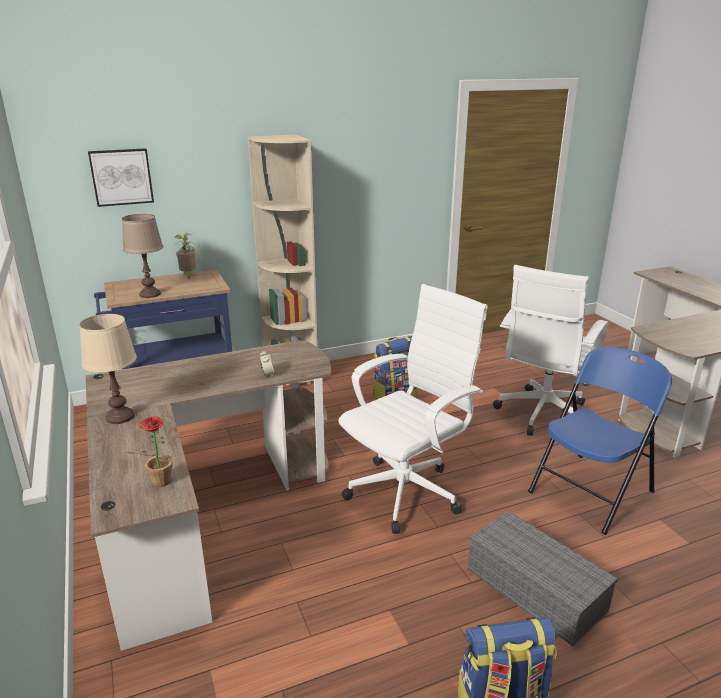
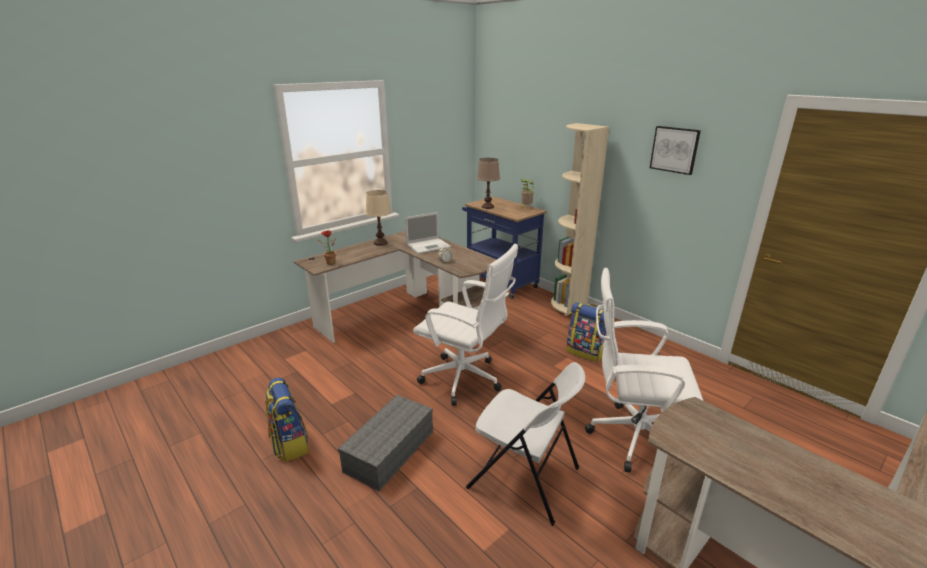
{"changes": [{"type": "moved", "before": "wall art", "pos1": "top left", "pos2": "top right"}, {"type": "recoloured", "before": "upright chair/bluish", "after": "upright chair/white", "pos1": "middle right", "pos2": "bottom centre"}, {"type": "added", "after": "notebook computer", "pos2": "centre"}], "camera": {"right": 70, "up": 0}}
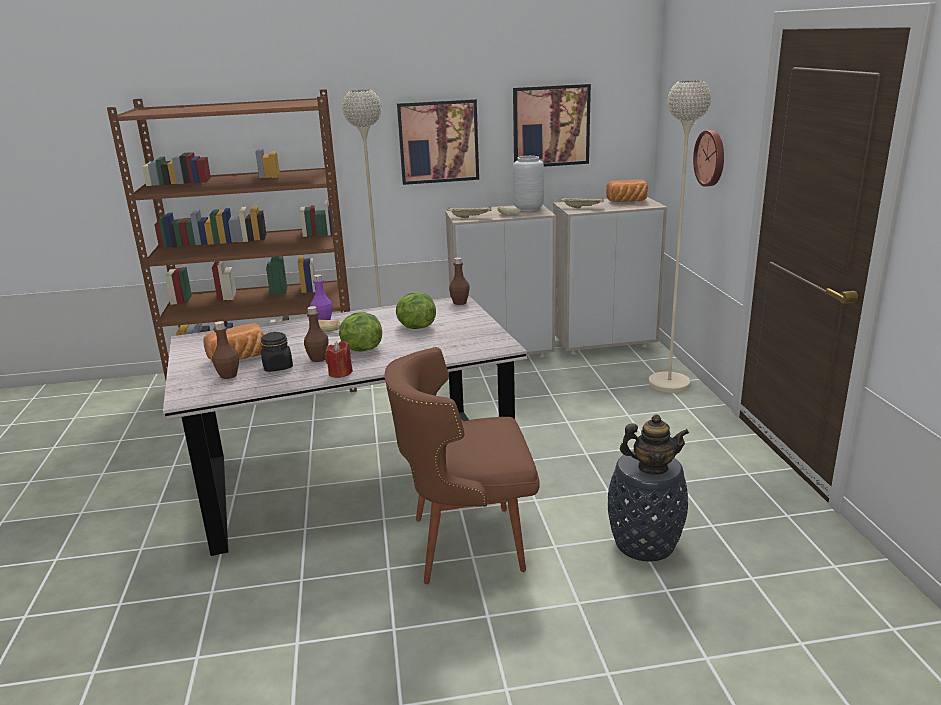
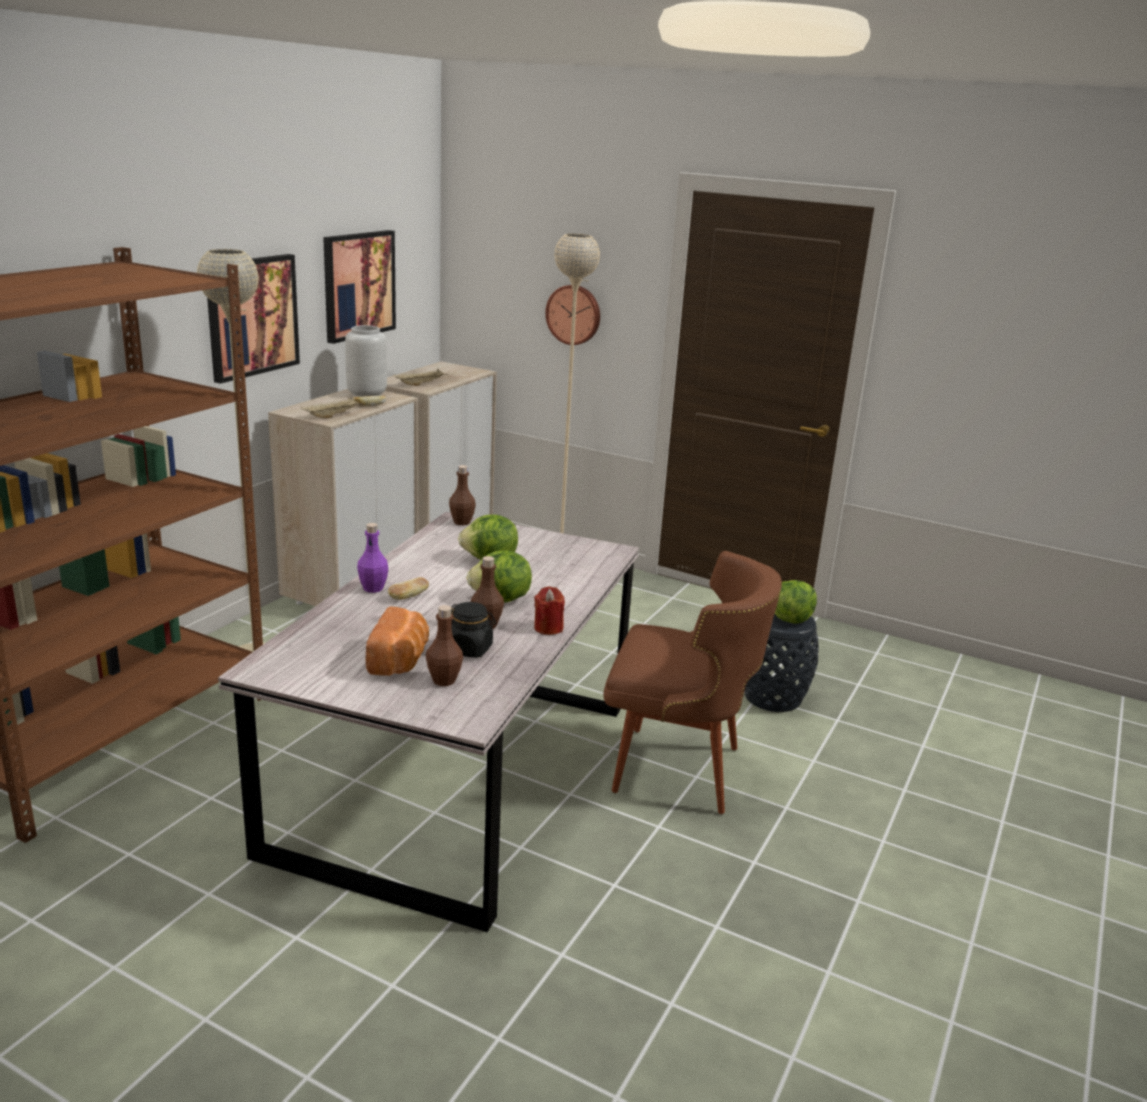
{"changes": [{"type": "removed", "before": "baked bread (4th from left)", "pos1": "top centre"}, {"type": "turned", "before": "upright chair/brown", "pos1": "centre", "pos2": "centre", "turn": -105}, {"type": "replaced", "before": "teapot", "after": "head of lettuce (3rd from left)", "pos1": "middle right", "pos2": "middle right"}], "camera": {"right": -55, "up": 0}}
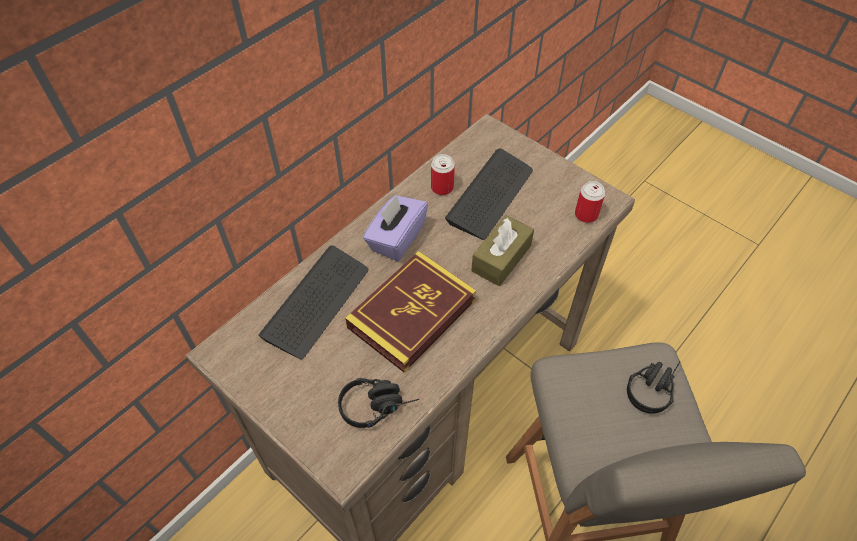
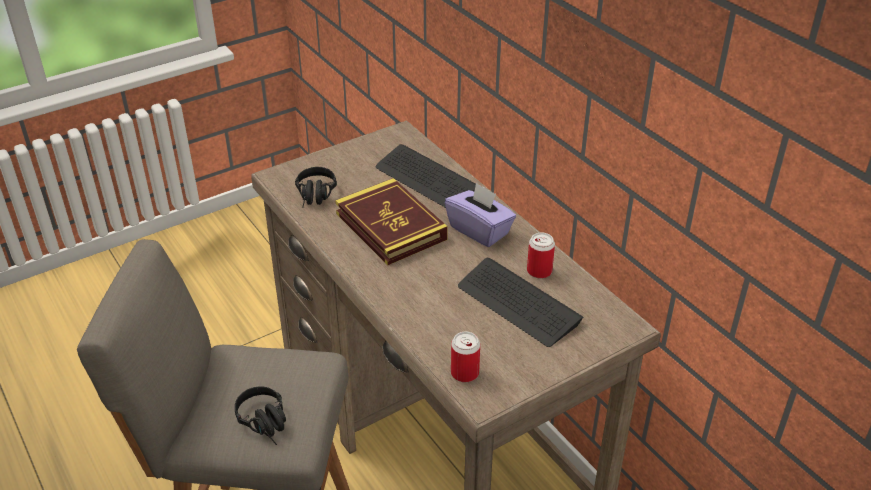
{"changes": [{"type": "removed", "before": "tissue holder/brown", "pos1": "centre"}], "camera": {"right": 105, "up": -15}}
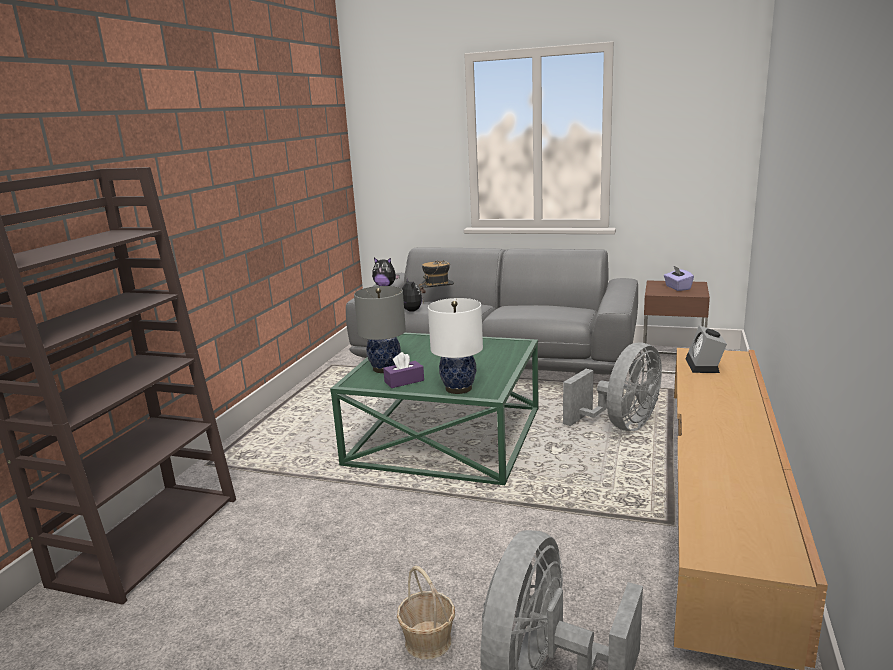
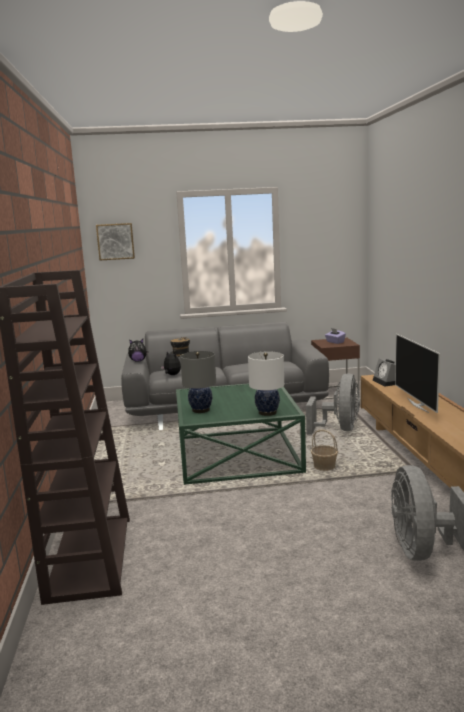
{"changes": [{"type": "removed", "before": "tissue holder/purplish (1st from left)", "pos1": "centre"}, {"type": "moved", "before": "storage basket", "pos1": "bottom centre", "pos2": "middle right"}, {"type": "added", "after": "wall art", "pos2": "middle left"}, {"type": "added", "after": "TV", "pos2": "middle right"}], "camera": {"right": -25, "up": -5}}
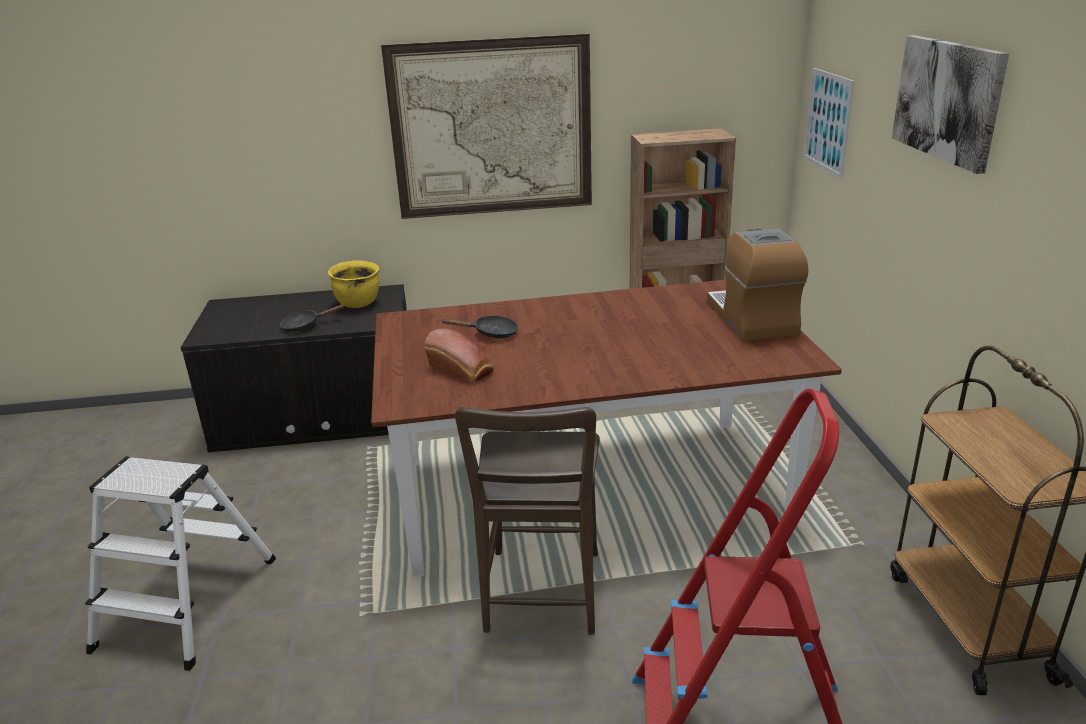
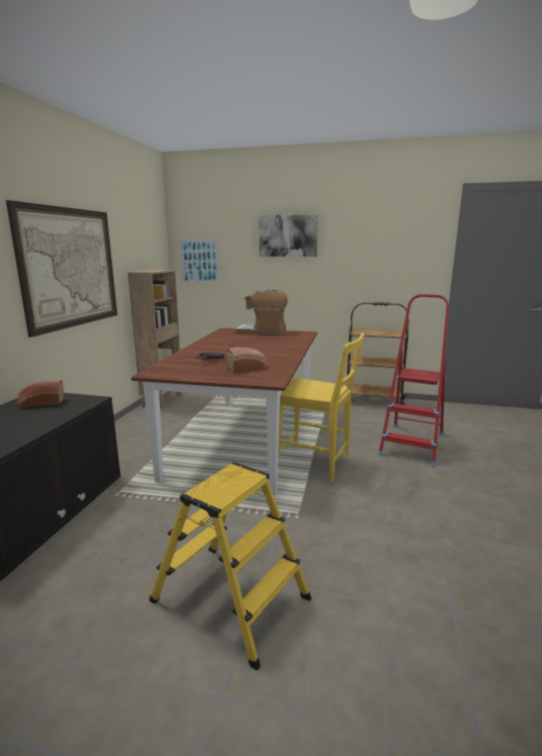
{"changes": [{"type": "replaced", "before": "stockpot/yellow", "after": "baked bread (1st from left)", "pos1": "middle left", "pos2": "middle left"}, {"type": "removed", "before": "skillet/black-coloured (1st from left)", "pos1": "middle left"}, {"type": "recoloured", "before": "upright chair/brown", "after": "upright chair/yellow", "pos1": "bottom centre", "pos2": "centre"}, {"type": "recoloured", "before": "step ladder/white", "after": "step ladder/yellow", "pos1": "bottom left", "pos2": "bottom centre"}], "camera": {"right": -70, "up": -10}}
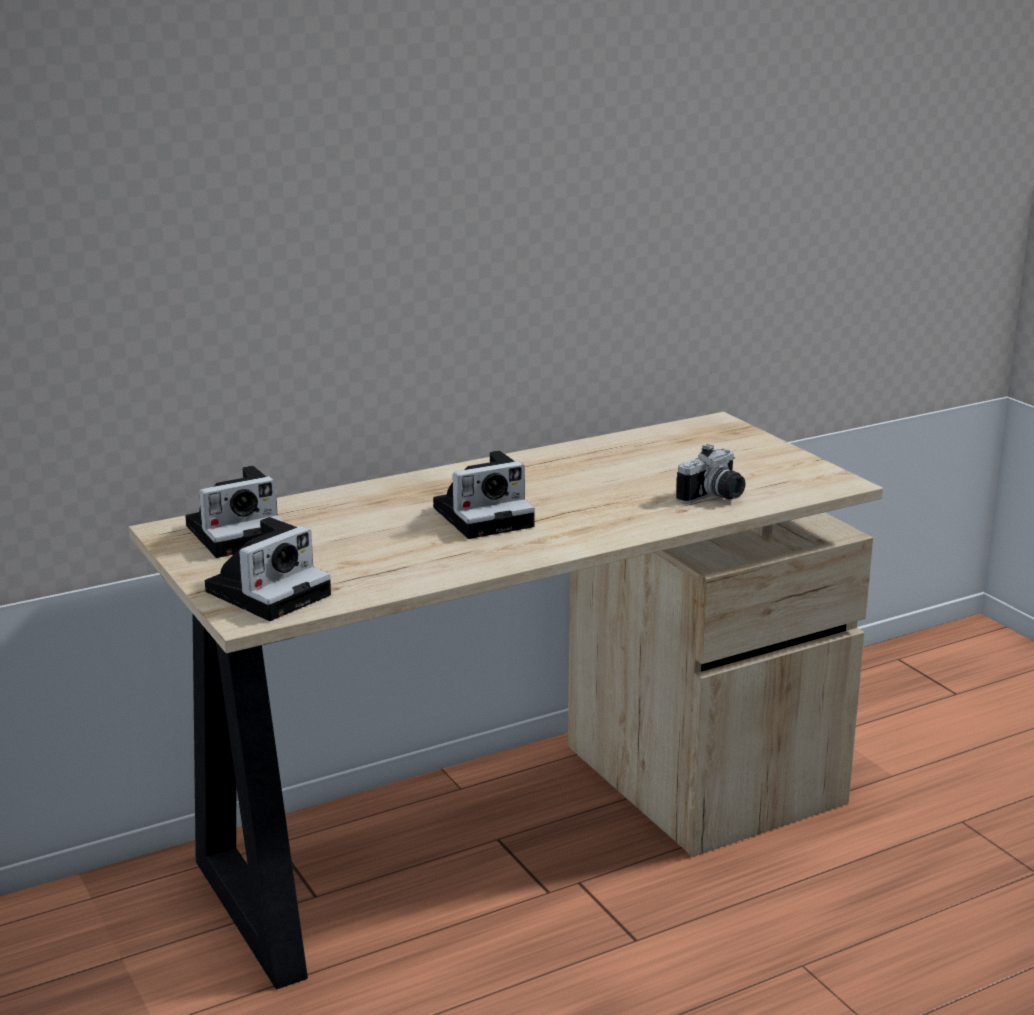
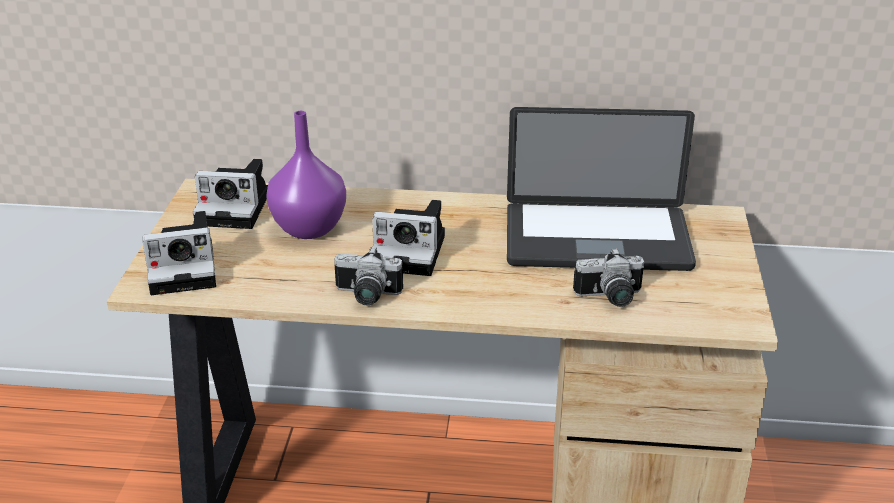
{"changes": [{"type": "added", "after": "notebook computer", "pos2": "middle right"}, {"type": "added", "after": "decorative vase/purplish", "pos2": "centre"}, {"type": "added", "after": "still camera (3rd from left)", "pos2": "centre"}], "camera": {"right": 35, "up": 10}}
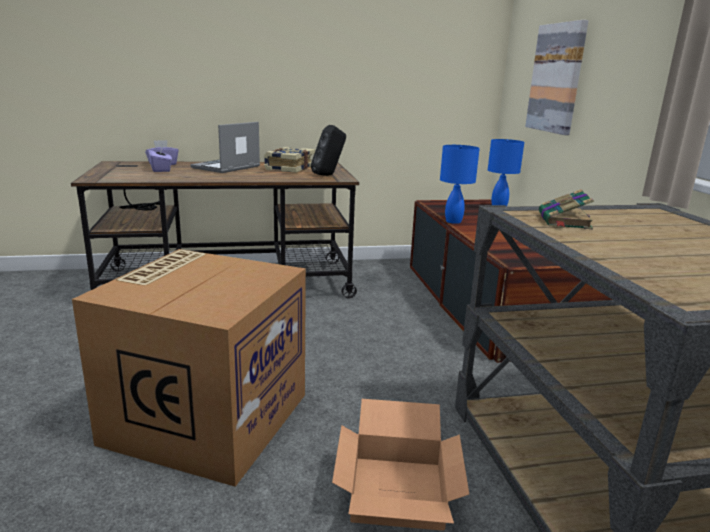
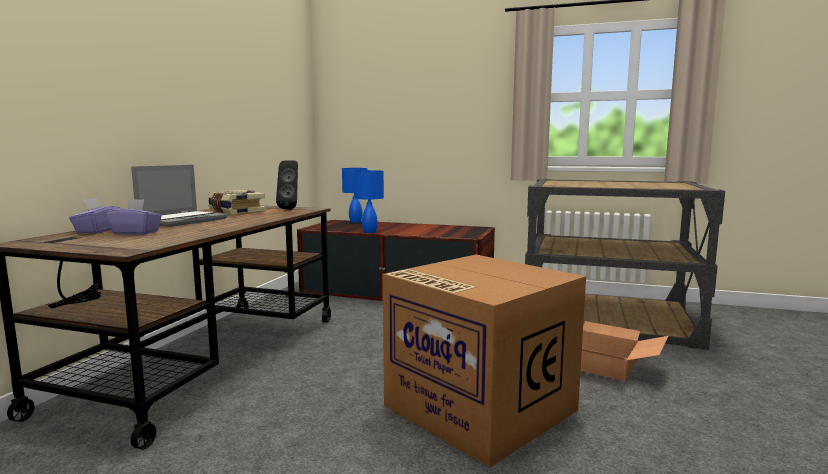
{"changes": [{"type": "removed", "before": "wall art", "pos1": "top right"}, {"type": "turned", "before": "notebook computer", "pos1": "top left", "pos2": "middle left", "turn": -120}, {"type": "removed", "before": "volume (2nd from left)", "pos1": "middle right"}], "camera": {"right": -60, "up": -10}}
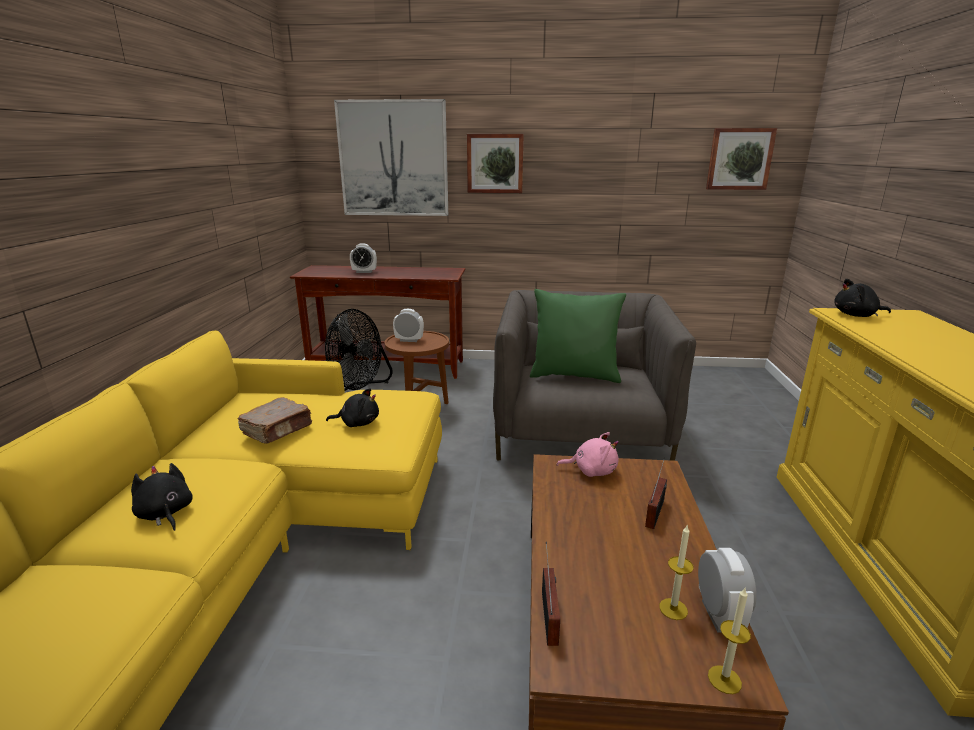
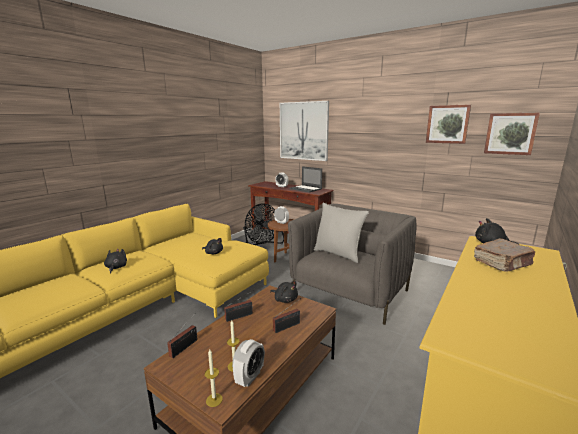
{"changes": [{"type": "moved", "before": "wall art (2nd from left)", "pos1": "top centre", "pos2": "top right"}, {"type": "recoloured", "before": "pillow/greenish", "after": "pillow/greyish", "pos1": "centre", "pos2": "centre"}, {"type": "moved", "before": "volume/brown", "pos1": "middle left", "pos2": "middle right"}, {"type": "recoloured", "before": "cuddly toy/pink-coloured", "after": "cuddly toy/black-coloured (3rd from left)", "pos1": "centre", "pos2": "bottom centre"}, {"type": "added", "after": "notebook computer", "pos2": "centre"}, {"type": "added", "after": "radio receiver (2nd from left)", "pos2": "bottom centre"}], "camera": {"right": 30, "up": -5}}
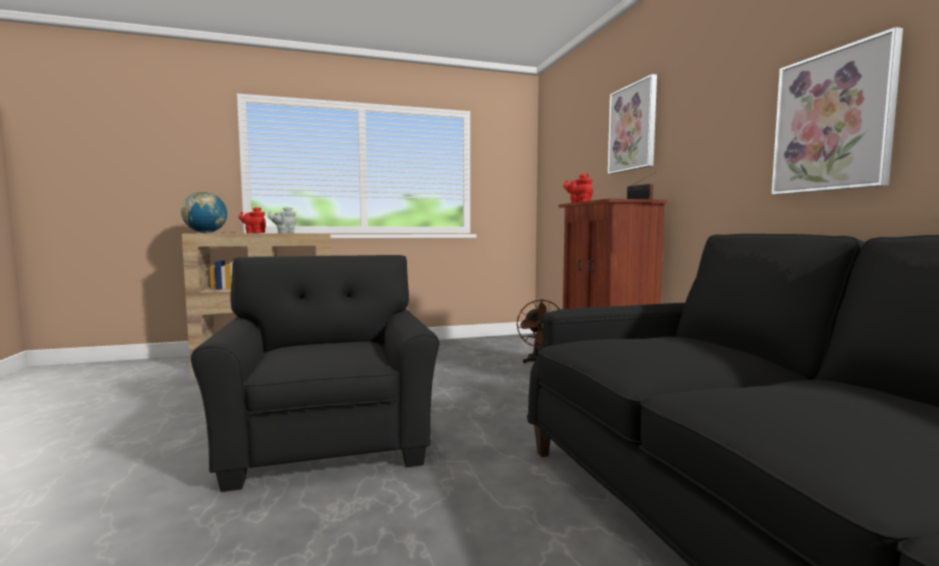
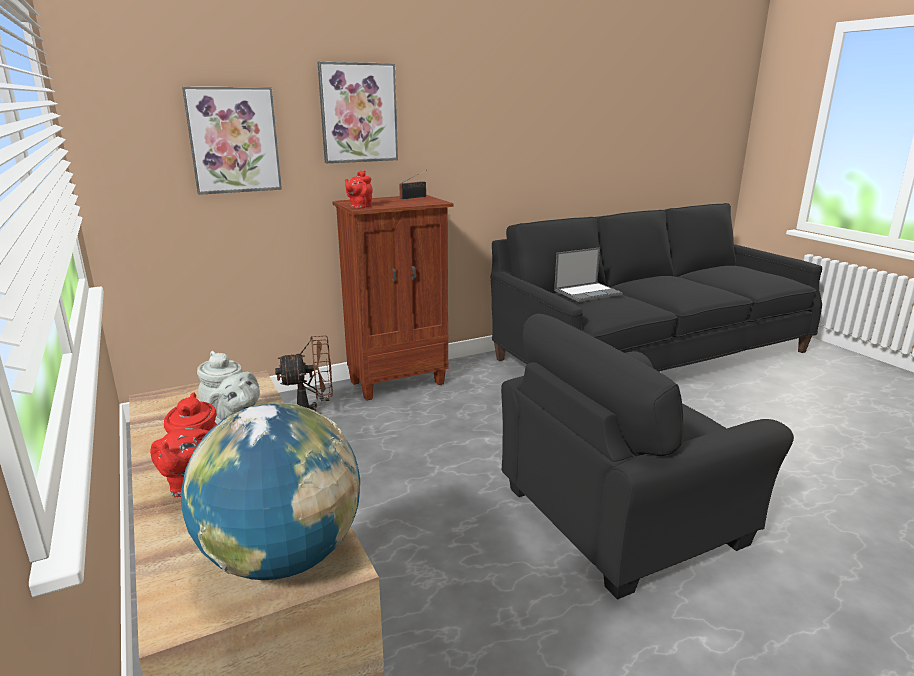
{"changes": [{"type": "moved", "before": "wall art (2nd from left in the first image)", "after": "wall art (1st from left)", "pos1": "top right", "pos2": "top left"}, {"type": "added", "after": "notebook computer", "pos2": "centre"}], "camera": {"right": -100, "up": 15}}
